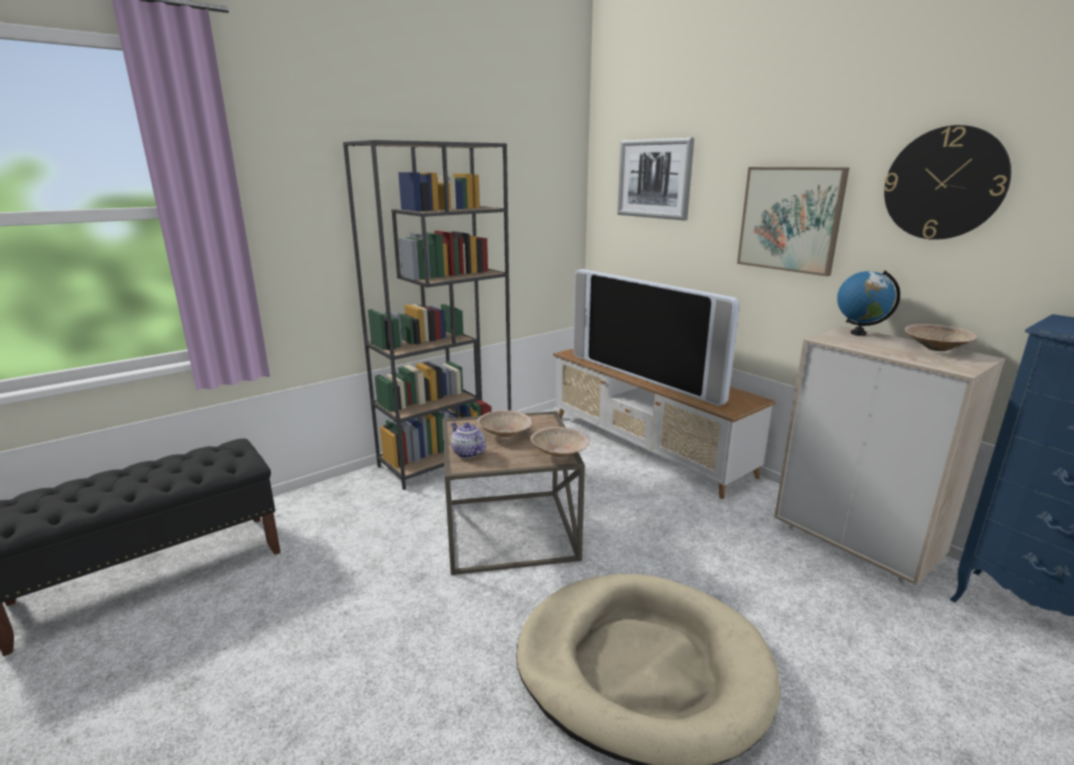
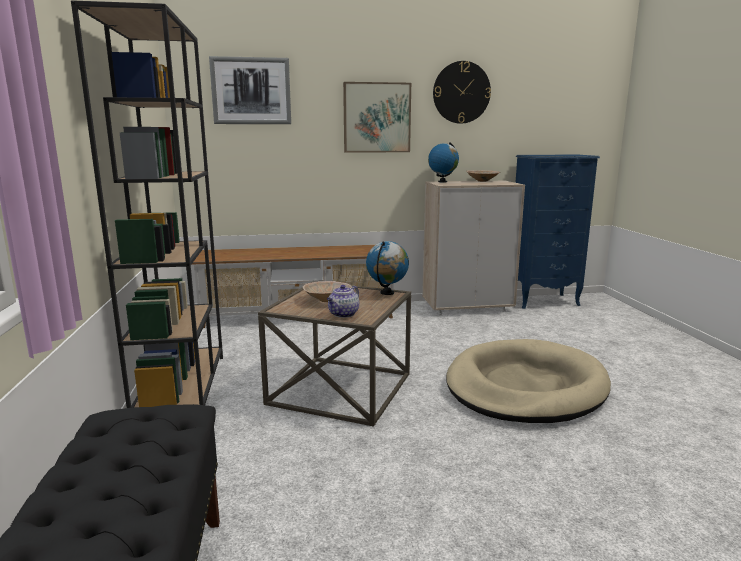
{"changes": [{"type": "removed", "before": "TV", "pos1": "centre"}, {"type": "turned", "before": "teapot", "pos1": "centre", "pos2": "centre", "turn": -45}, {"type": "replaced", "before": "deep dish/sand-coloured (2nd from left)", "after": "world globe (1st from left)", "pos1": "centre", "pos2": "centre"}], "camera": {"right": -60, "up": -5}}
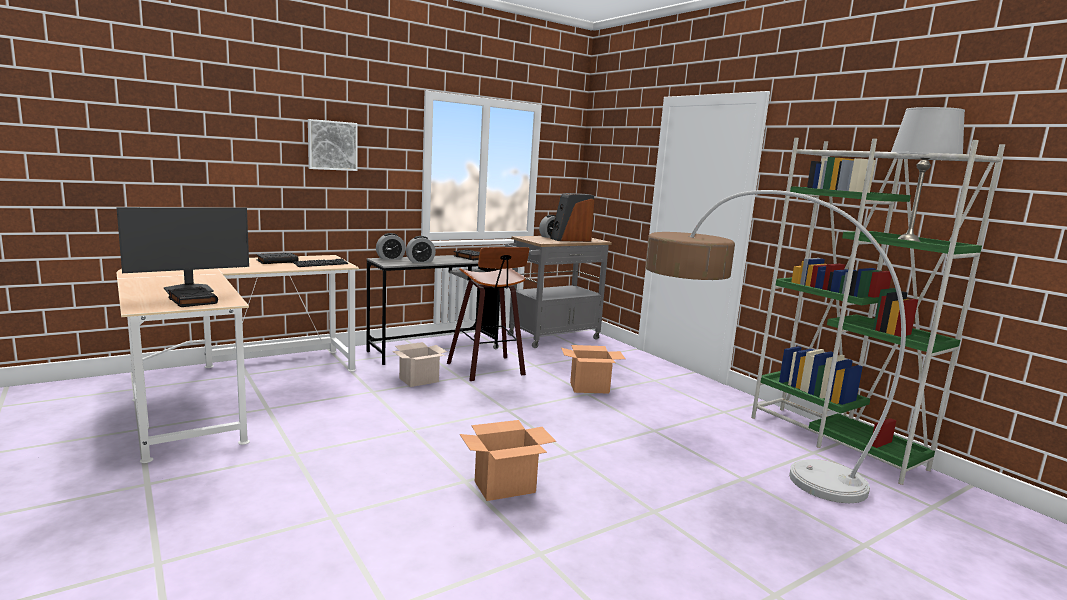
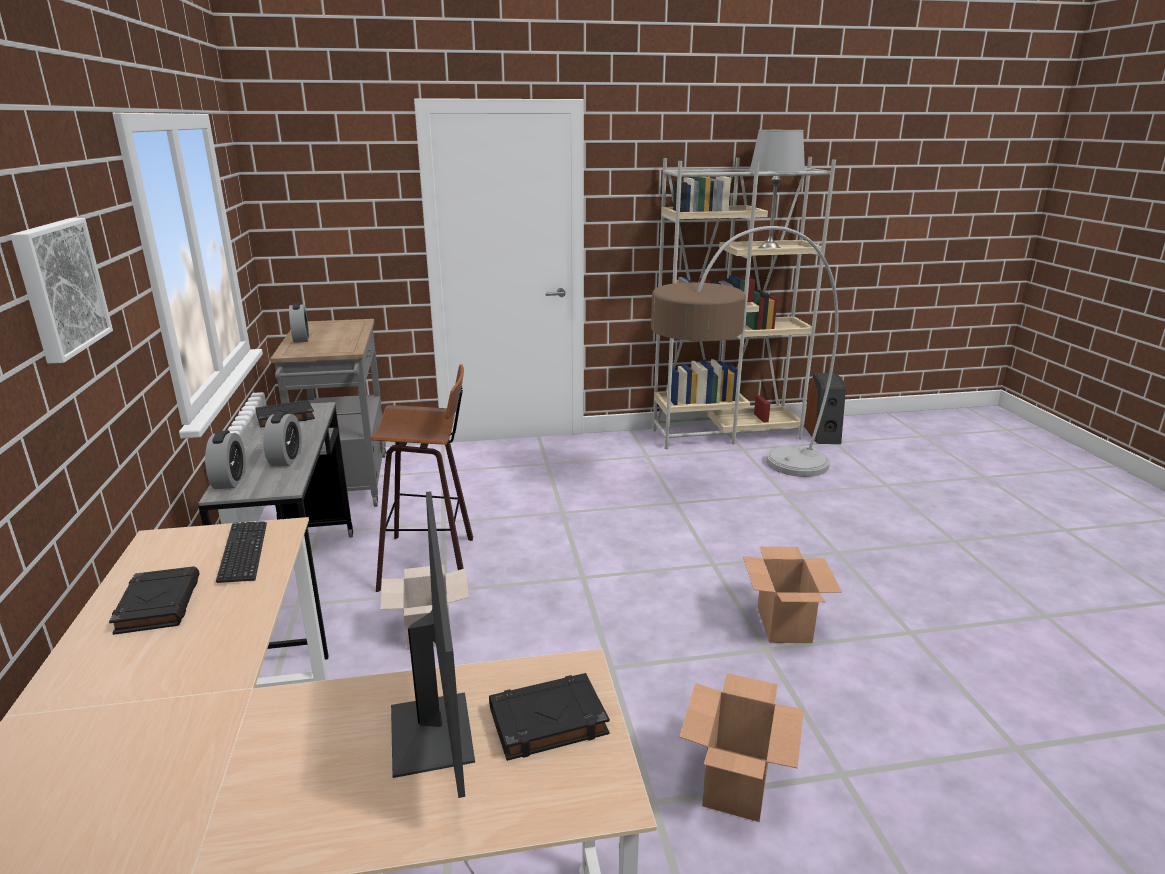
{"changes": [{"type": "recoloured", "before": "shelving unit/greenish", "after": "shelving unit/sand-coloured", "pos1": "middle right", "pos2": "centre"}, {"type": "moved", "before": "audio speaker", "pos1": "centre", "pos2": "middle right"}, {"type": "moved", "before": "packing box (3rd from left in the first image)", "after": "packing box (2nd from left)", "pos1": "centre", "pos2": "bottom centre"}], "camera": {"right": -65, "up": 10}}
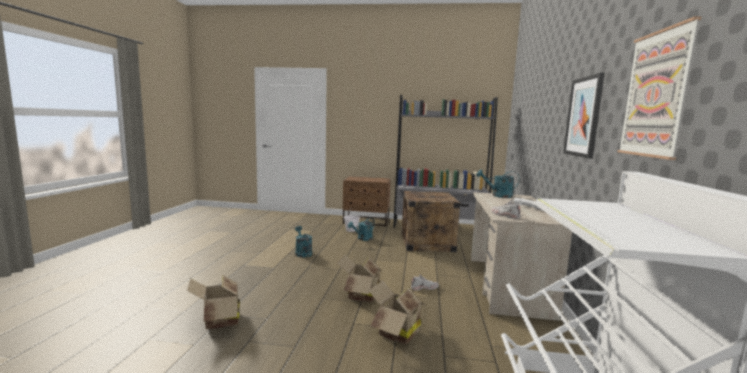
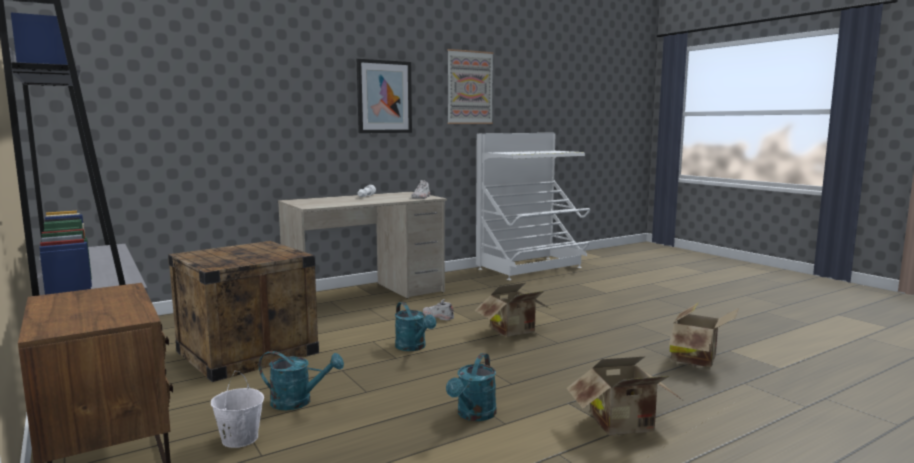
{"changes": [{"type": "moved", "before": "watering can/blue-green (3rd from left in the first image)", "after": "watering can/blue-green (2nd from left)", "pos1": "middle right", "pos2": "bottom centre"}, {"type": "moved", "before": "packing box (3rd from left in the first image)", "after": "packing box (2nd from left)", "pos1": "bottom centre", "pos2": "bottom right"}], "camera": {"right": -130, "up": 0}}
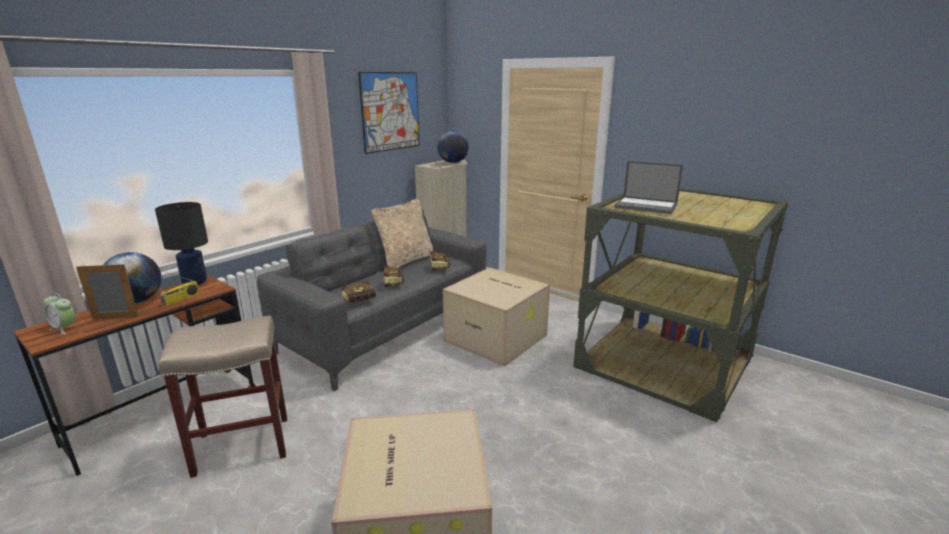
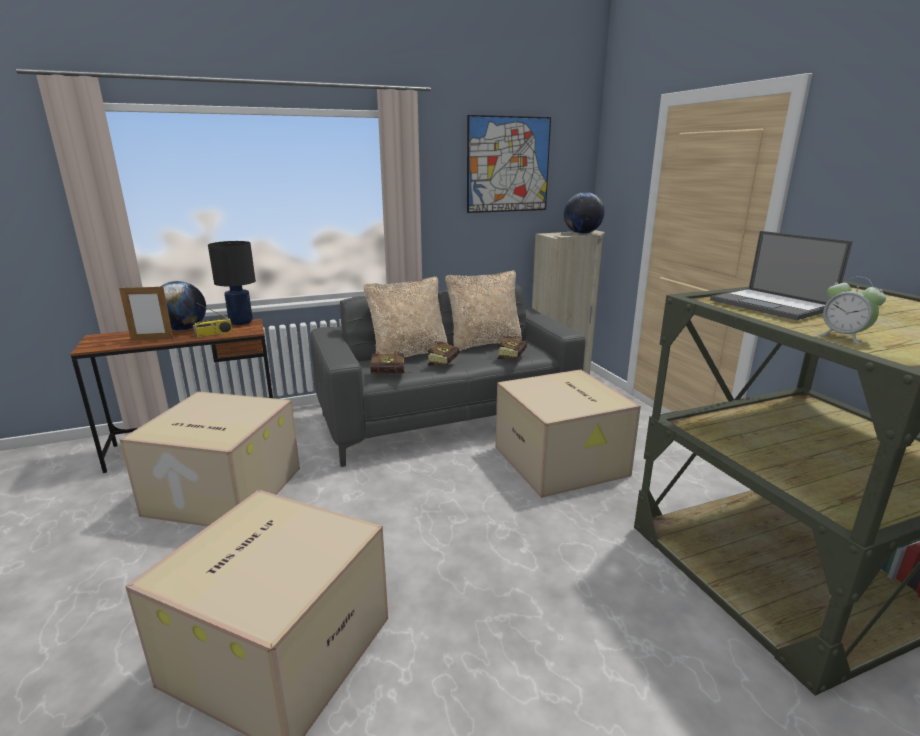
{"changes": [{"type": "turned", "before": "standing frame", "pos1": "middle left", "pos2": "middle left", "turn": 150}, {"type": "moved", "before": "bedside clock", "pos1": "middle left", "pos2": "middle right"}, {"type": "replaced", "before": "sitting stool/sand-coloured", "after": "packing box (1st from left)", "pos1": "bottom left", "pos2": "middle left"}, {"type": "added", "after": "pillow/sand-coloured (1st from left)", "pos2": "centre"}], "camera": {"right": 30, "up": 0}}
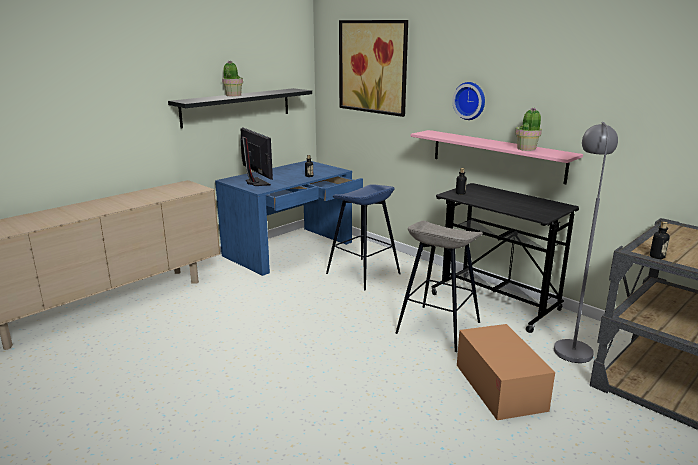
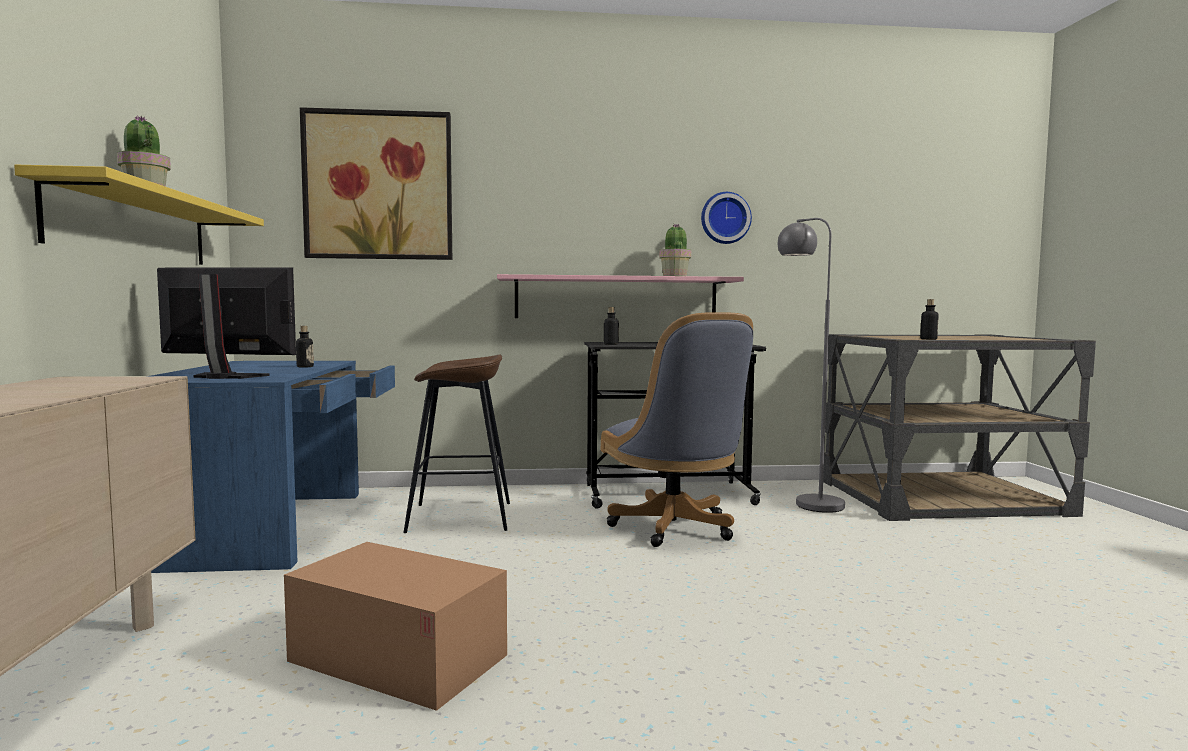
{"changes": [{"type": "moved", "before": "wall clock", "pos1": "top right", "pos2": "top centre"}, {"type": "recoloured", "before": "bracket shelf/black-coloured", "after": "bracket shelf/yellow", "pos1": "top centre", "pos2": "top left"}, {"type": "recoloured", "before": "sitting stool/bluish", "after": "sitting stool/brown", "pos1": "centre", "pos2": "centre"}, {"type": "replaced", "before": "sitting stool/greyish", "after": "office chair/bluish", "pos1": "centre", "pos2": "centre"}, {"type": "moved", "before": "packing box", "pos1": "bottom right", "pos2": "bottom left"}], "camera": {"right": -50, "up": -15}}
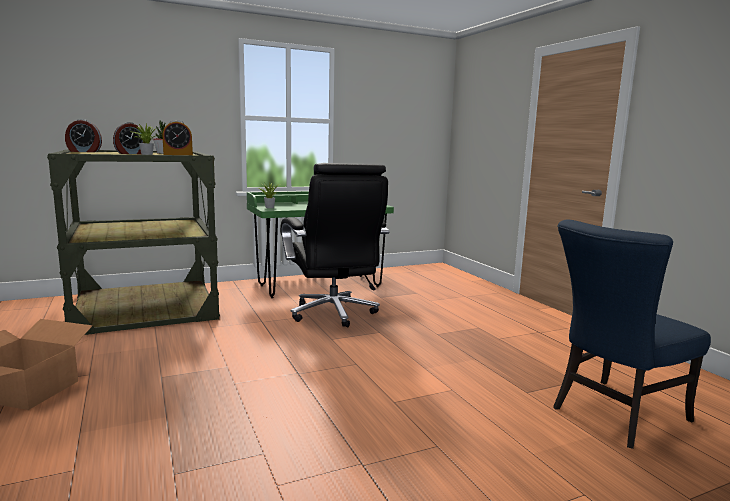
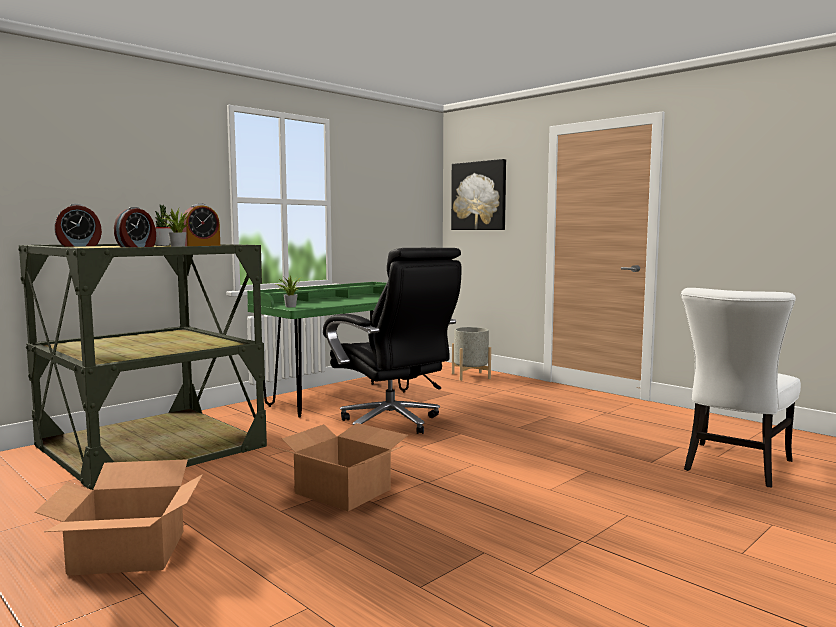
{"changes": [{"type": "recoloured", "before": "upright chair/bluish", "after": "upright chair/white", "pos1": "bottom right", "pos2": "middle right"}, {"type": "added", "after": "wall art", "pos2": "top centre"}, {"type": "added", "after": "plant pot/greyish", "pos2": "centre"}, {"type": "added", "after": "packing box (2nd from left)", "pos2": "bottom centre"}], "camera": {"right": -20, "up": -5}}
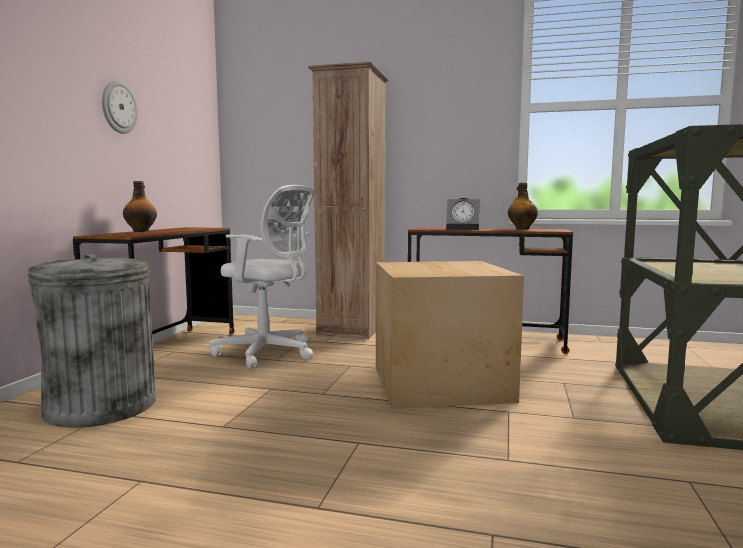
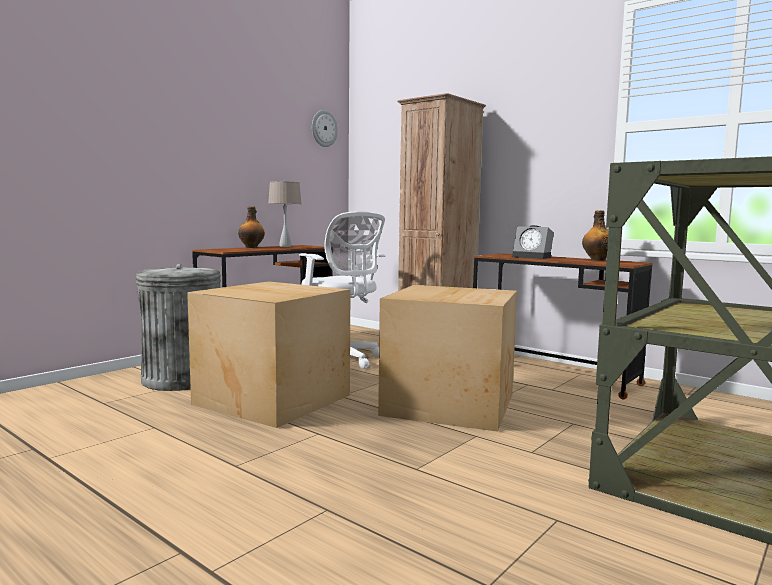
{"changes": [{"type": "moved", "before": "wall clock", "pos1": "top left", "pos2": "top centre"}, {"type": "added", "after": "tabletop lamp/sand-coloured", "pos2": "centre"}, {"type": "added", "after": "packing box (1st from left)", "pos2": "centre"}], "camera": {"right": 25, "up": 0}}
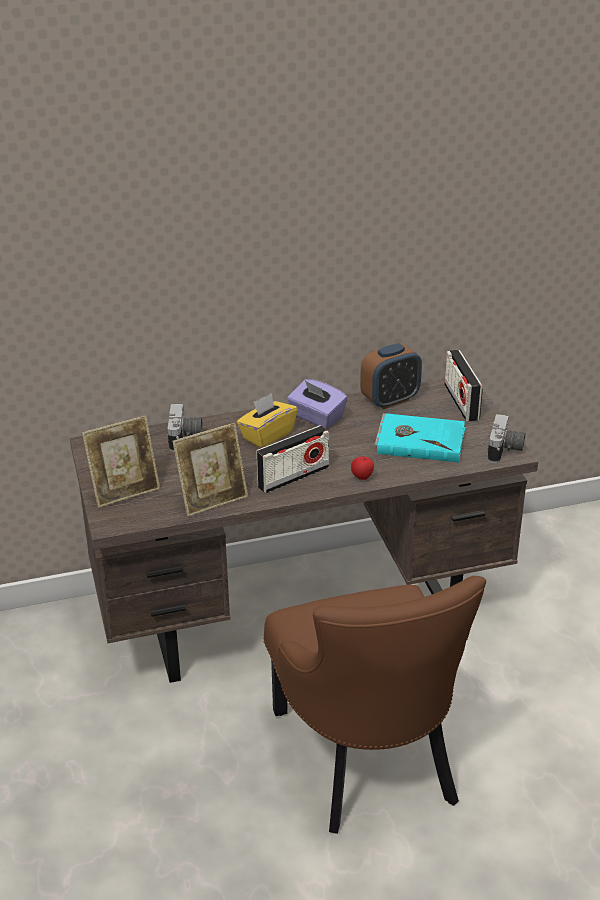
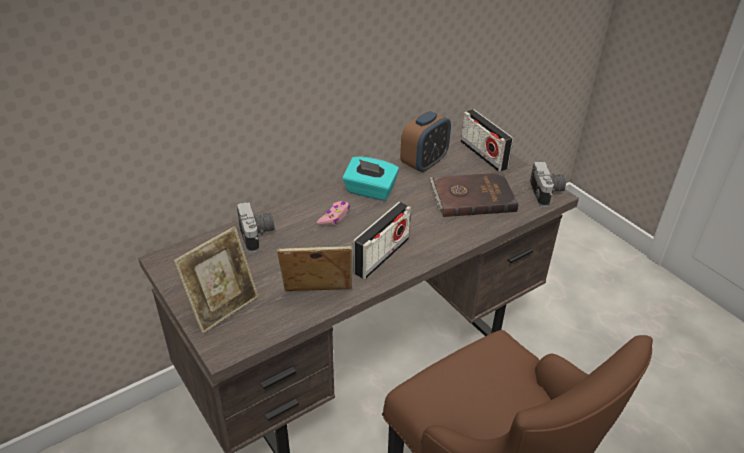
{"changes": [{"type": "recoloured", "before": "tissue holder/purplish", "after": "tissue holder/blue-green", "pos1": "centre", "pos2": "centre"}, {"type": "replaced", "before": "tissue holder/yellow", "after": "joypad/pink-coloured", "pos1": "centre", "pos2": "centre"}, {"type": "recoloured", "before": "volume/blue-green", "after": "volume/brown", "pos1": "middle right", "pos2": "centre"}, {"type": "turned", "before": "standing frame (2nd from left)", "pos1": "centre", "pos2": "centre", "turn": -135}, {"type": "removed", "before": "apple", "pos1": "centre"}], "camera": {"right": -20, "up": 5}}
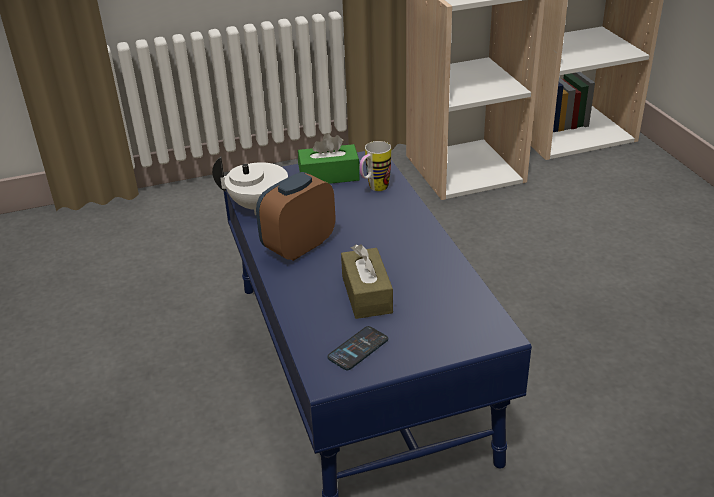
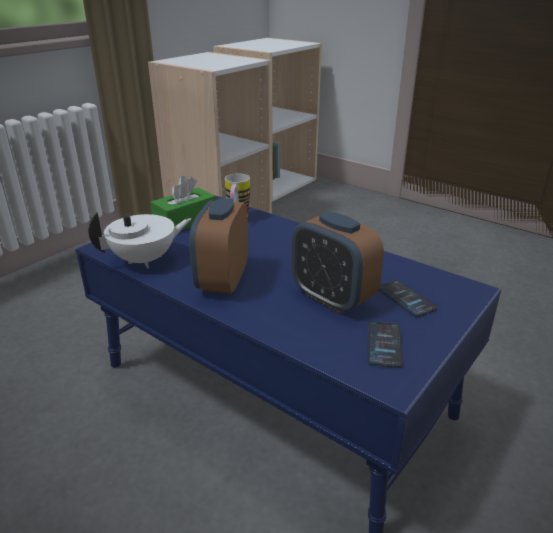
{"changes": [{"type": "replaced", "before": "tissue holder/brown", "after": "bedside clock (2nd from left)", "pos1": "centre", "pos2": "centre"}, {"type": "added", "after": "phone (2nd from left)", "pos2": "middle right"}], "camera": {"right": -35, "up": -5}}
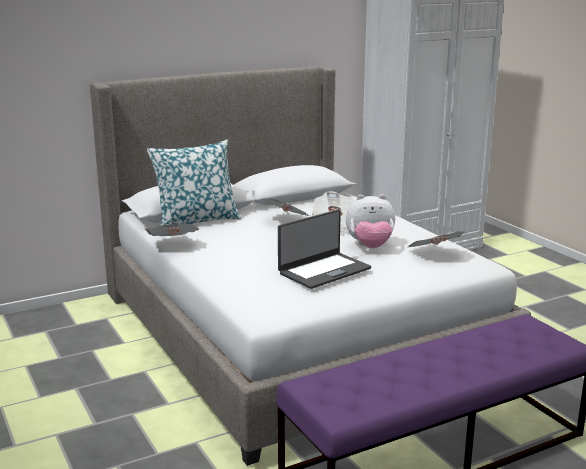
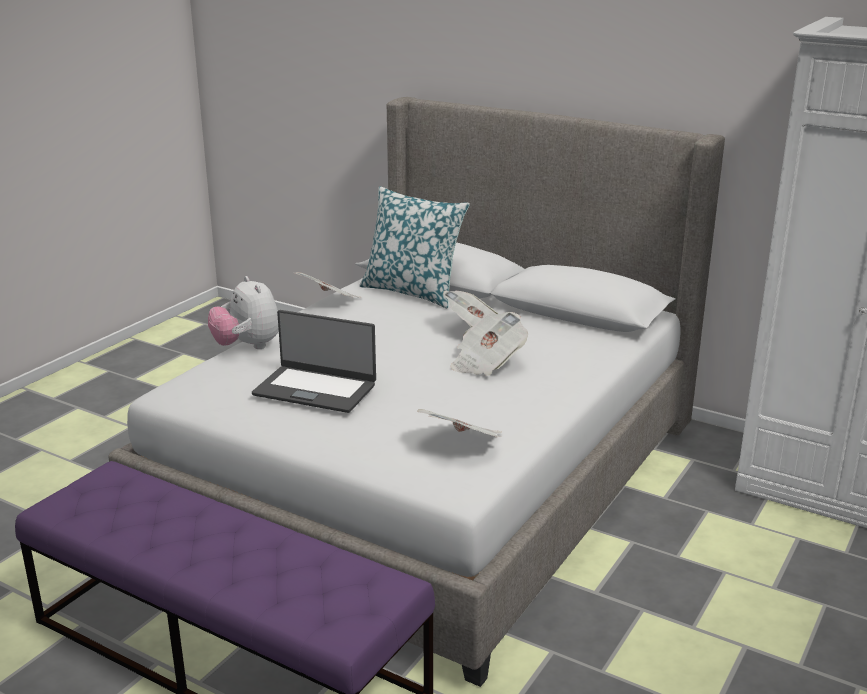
{"changes": [{"type": "moved", "before": "cuddly toy", "pos1": "centre", "pos2": "middle left"}], "camera": {"right": 60, "up": 5}}
